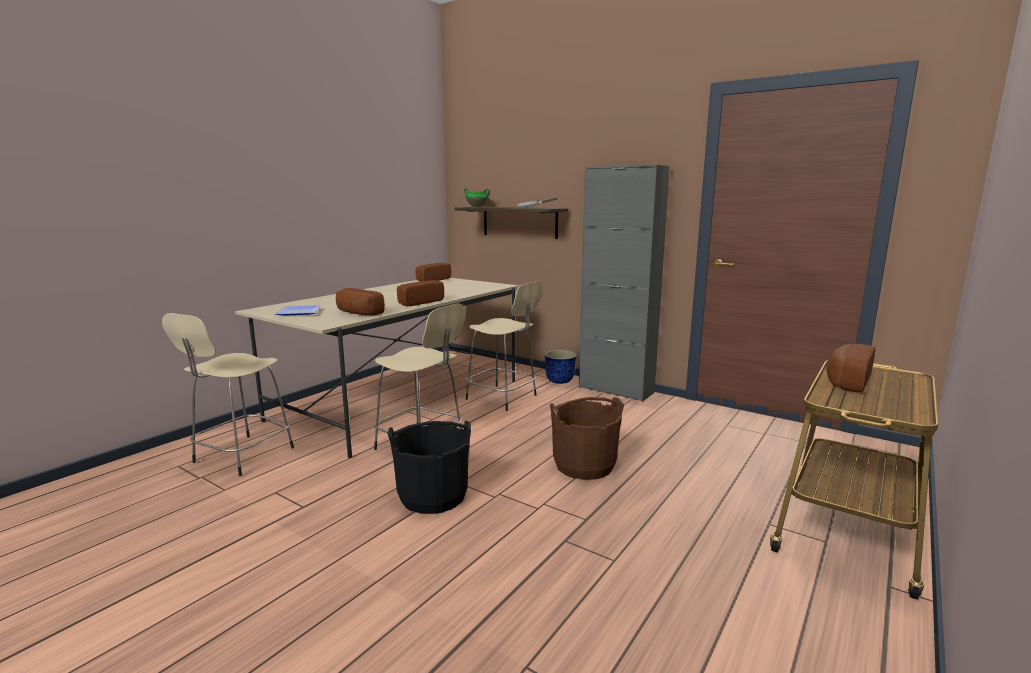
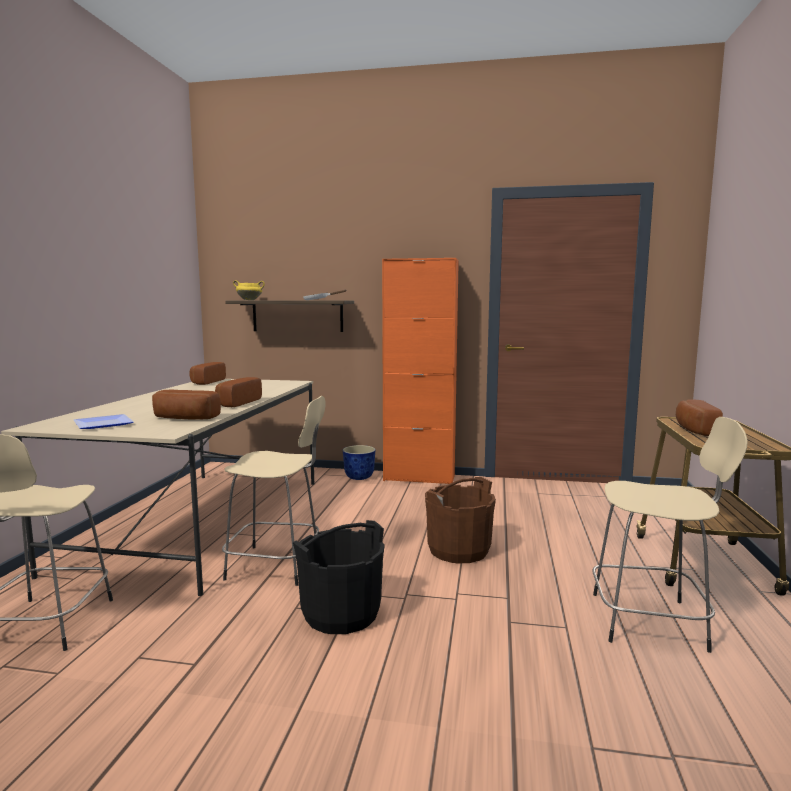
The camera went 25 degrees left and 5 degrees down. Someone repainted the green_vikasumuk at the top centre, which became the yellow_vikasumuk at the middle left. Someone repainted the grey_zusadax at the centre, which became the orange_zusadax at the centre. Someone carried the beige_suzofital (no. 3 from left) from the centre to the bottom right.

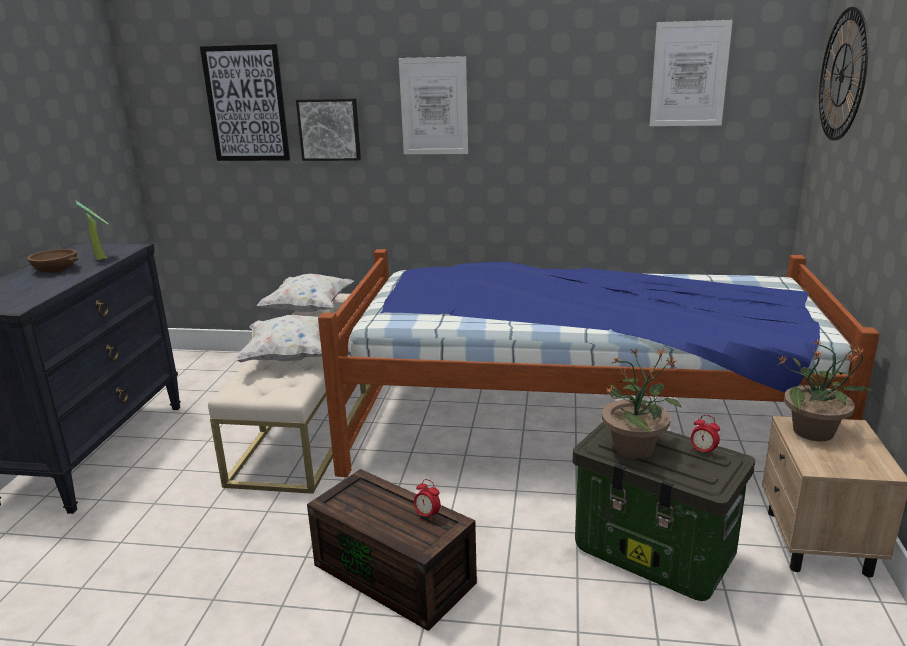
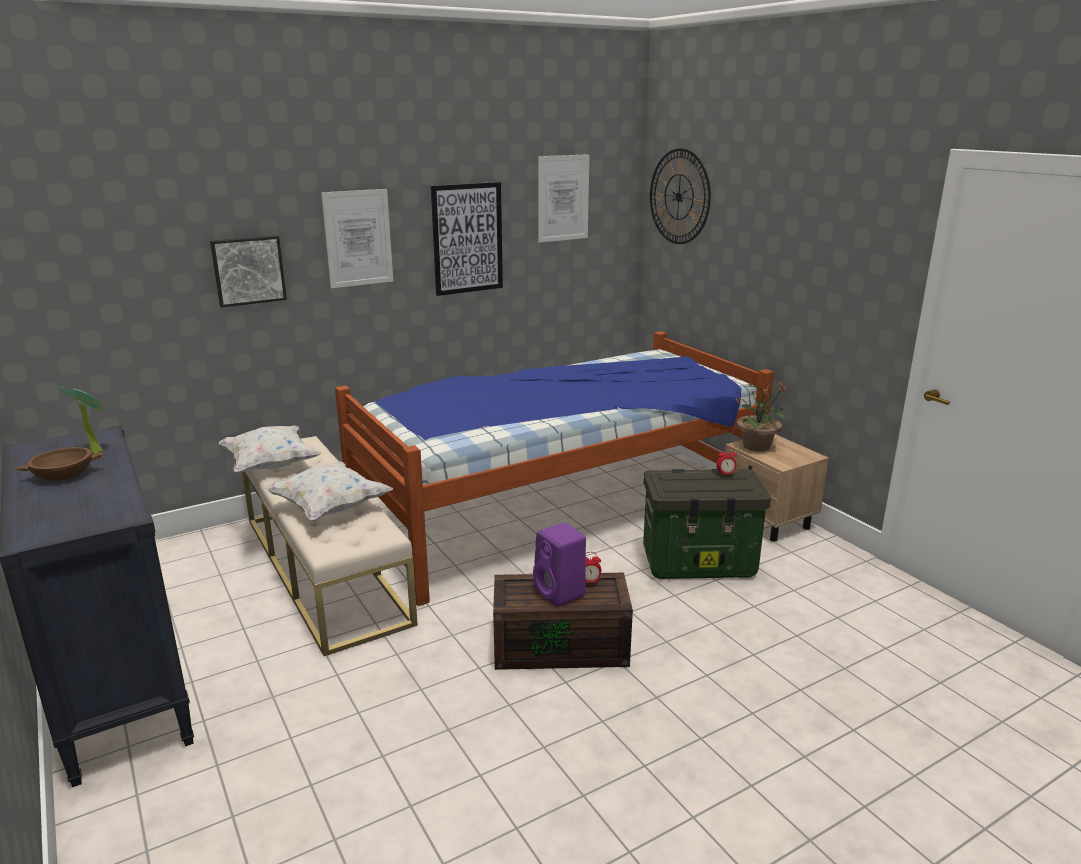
The camera went 40 degrees left and 0 degrees up. Someone carried the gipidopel (no. 1 from left in the first image) from the top left to the top centre. Someone put down the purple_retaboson at the centre. Someone took away the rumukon (no. 2 from left) at the middle right.

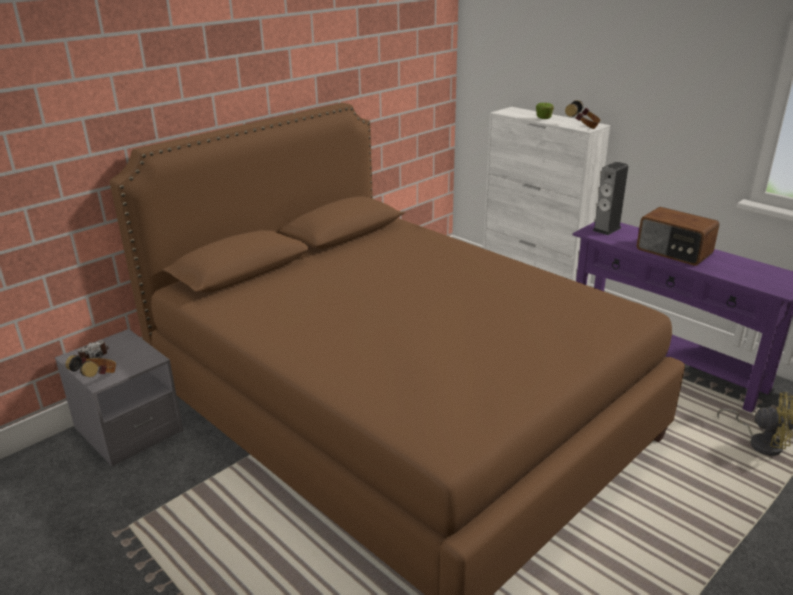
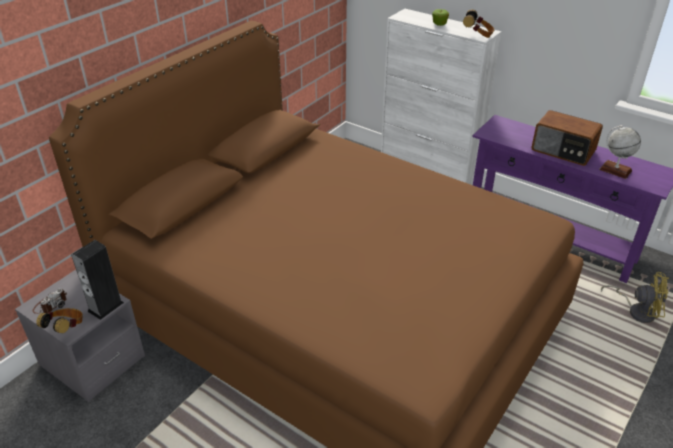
The camera went 10 degrees left and 10 degrees up. Someone carried the retaboson from the top right to the middle left. Someone put down the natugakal at the middle right.

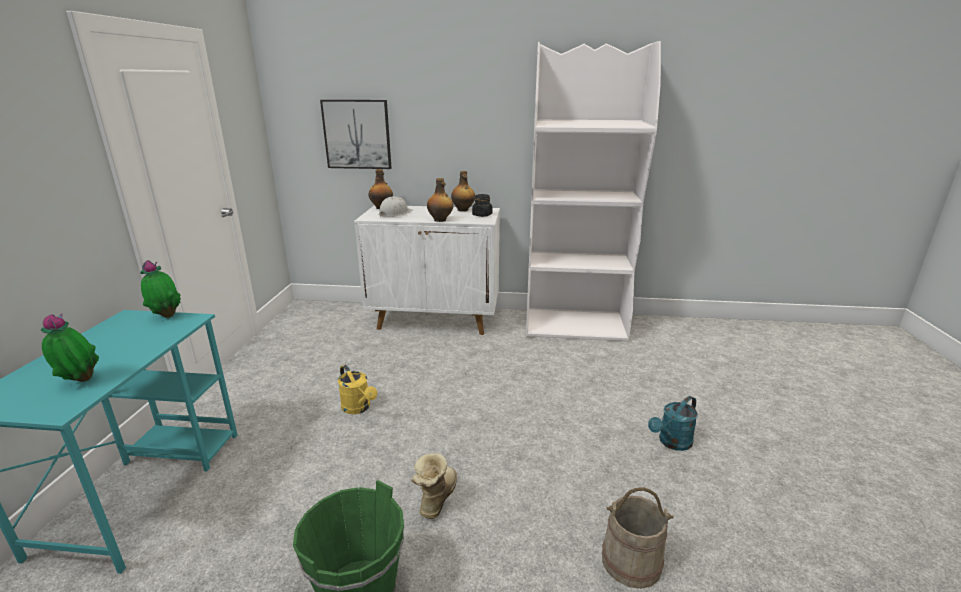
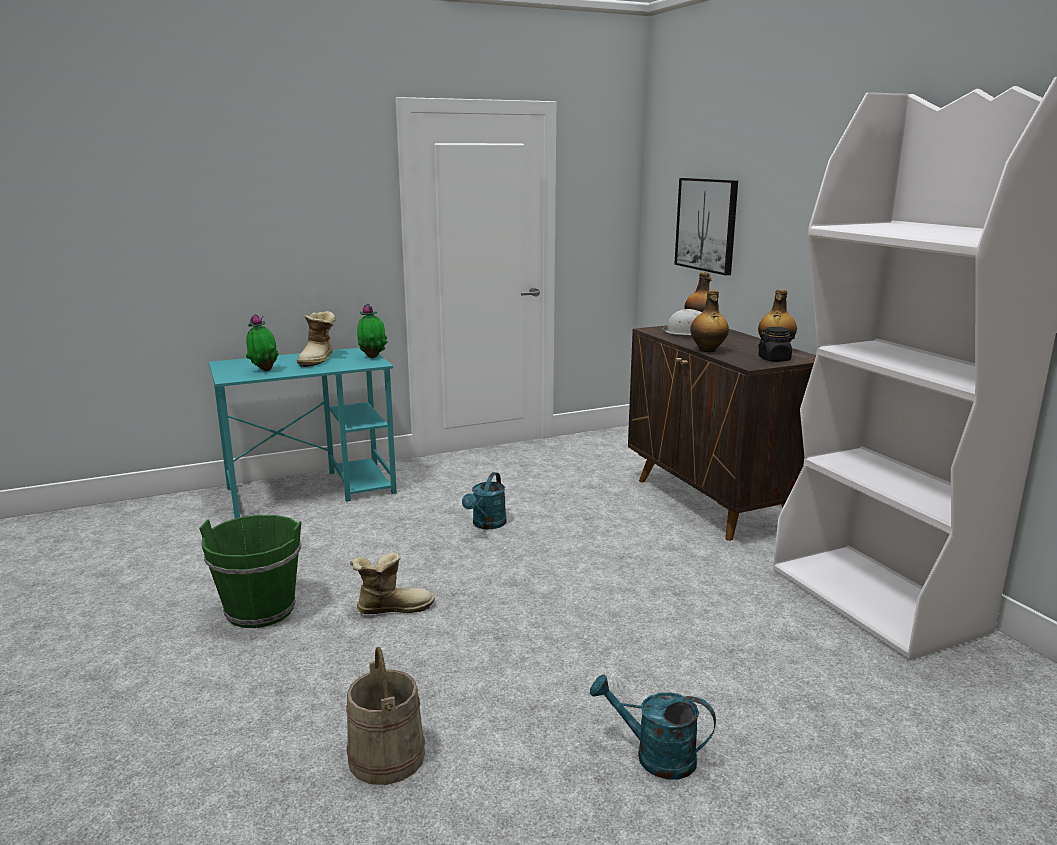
The camera went 60 degrees right and 5 degrees down. Someone put down the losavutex (no. 1 from left) at the middle left. Someone repainted the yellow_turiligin at the centre, which became the turquoise_turiligin (no. 1 from left) at the centre. Someone repainted the white_zusadax at the centre, which became the brown_zusadax at the middle right.

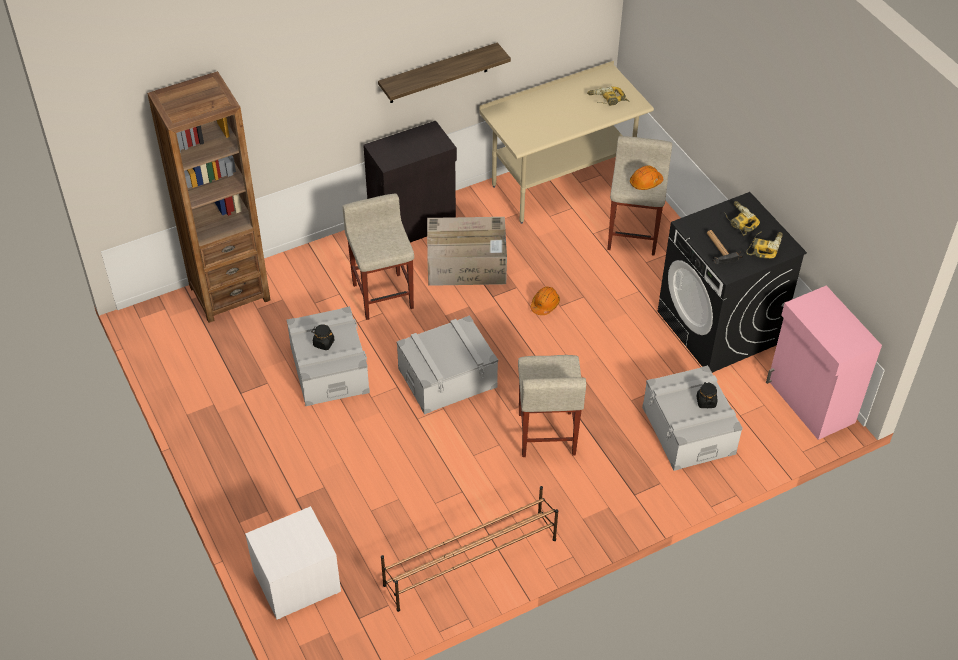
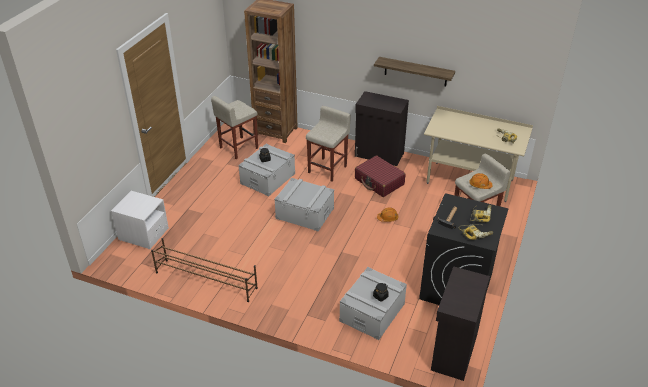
The camera went 50 degrees right and 10 degrees down. Someone carried the beige_suzofital (no. 2 from left in the first image) from the centre to the top centre. Someone swapped the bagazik at the centre for the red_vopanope at the centre. Someone repainted the pink_zusadax at the middle right, which became the black_zusadax (no. 2 from left) at the bottom right.

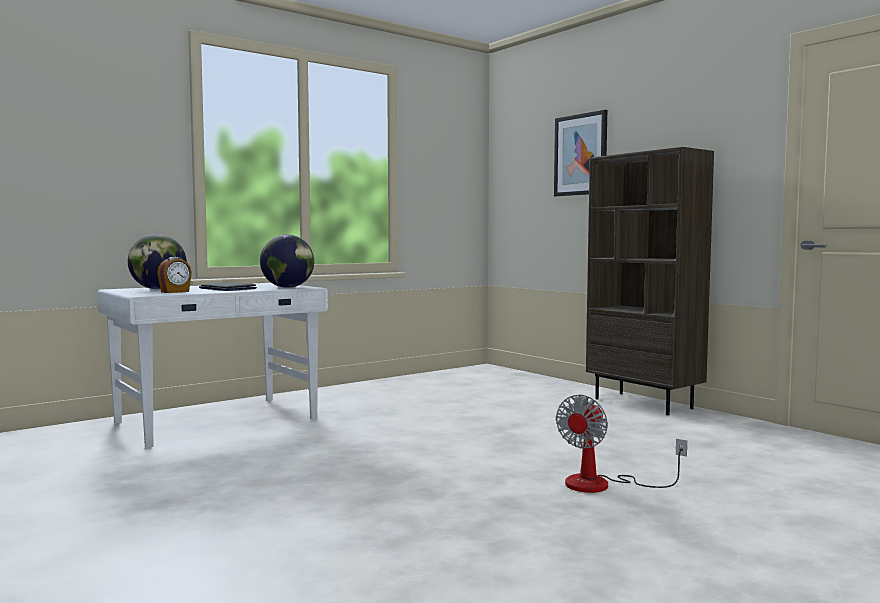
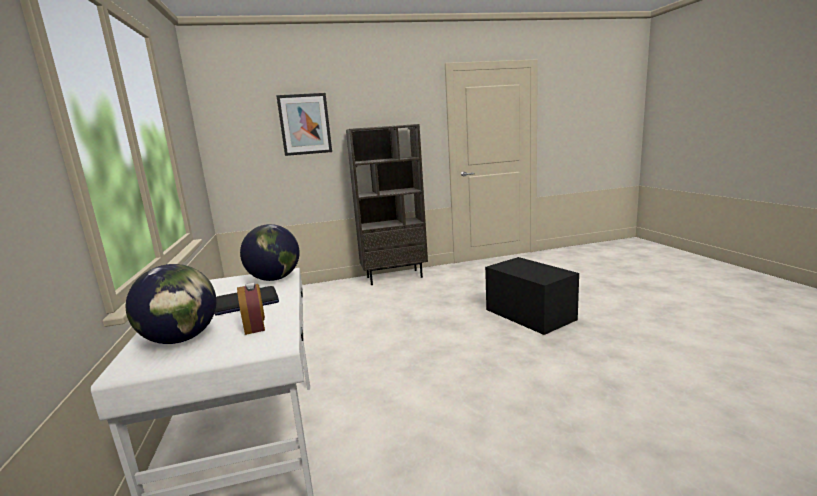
The camera went 65 degrees left and 10 degrees up. Someone swapped the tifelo at the bottom right for the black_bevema at the centre.

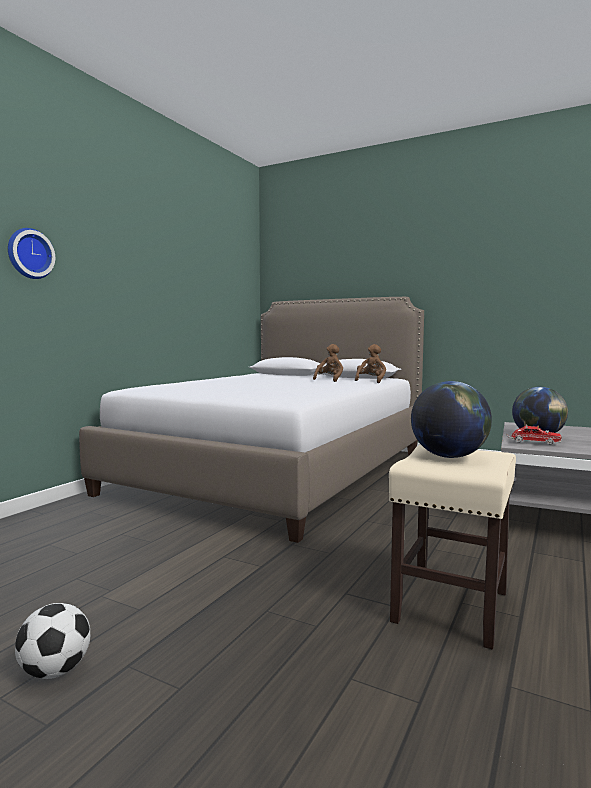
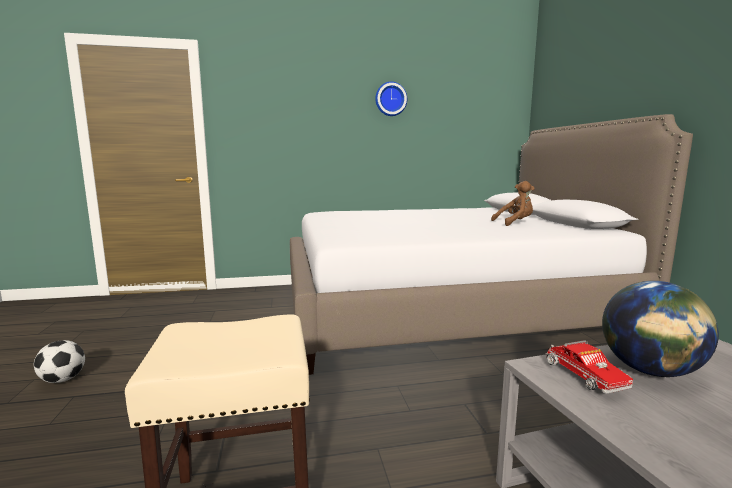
The camera went 50 degrees right and 5 degrees up. Someone carried the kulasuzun from the top left to the top centre. Someone took away the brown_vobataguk (no. 2 from left) at the centre. Someone took away the natugakal (no. 1 from left) at the middle right.

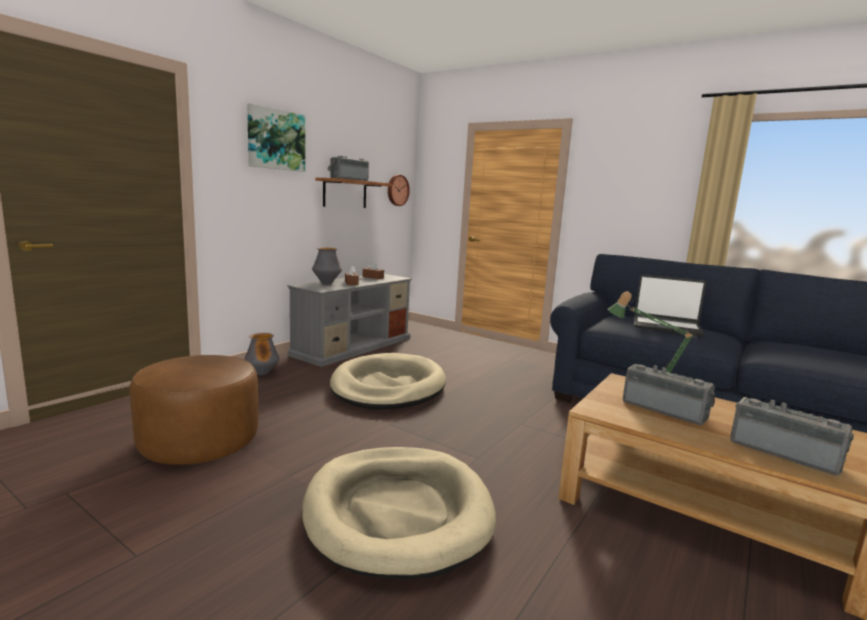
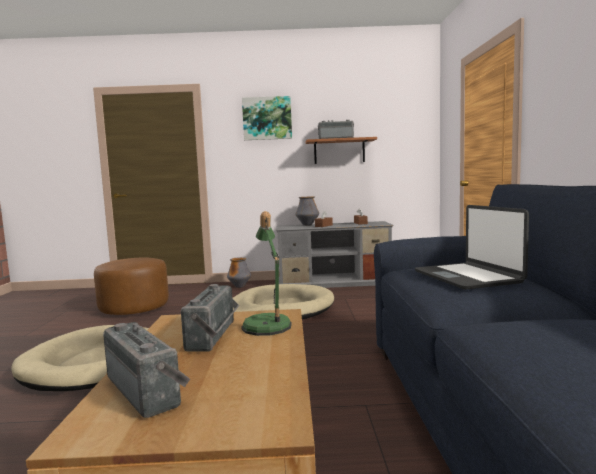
The camera went 55 degrees right and 5 degrees down. Someone rotated the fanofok (no. 3 from left in the first image) at the bottom right by 45 degrees counterclockwise. Someone took away the kulasuzun at the top centre.

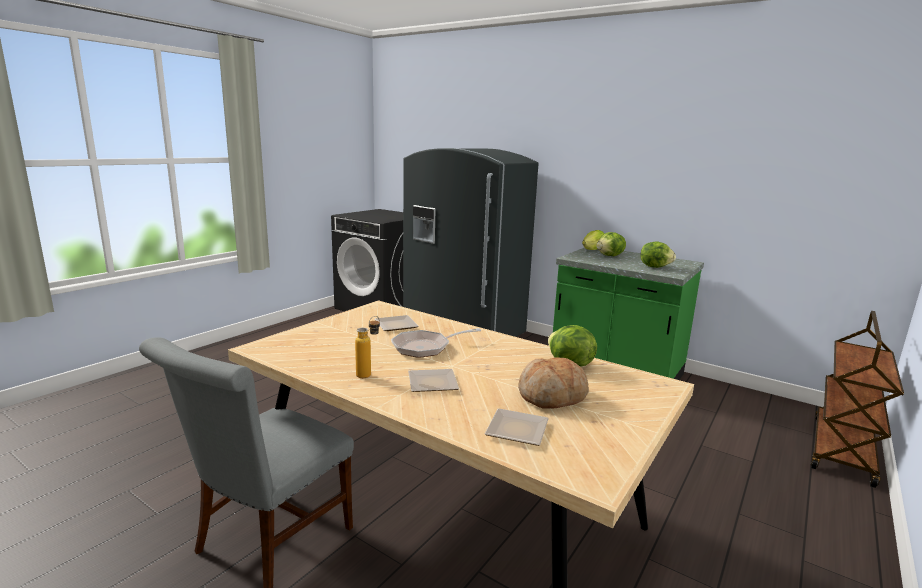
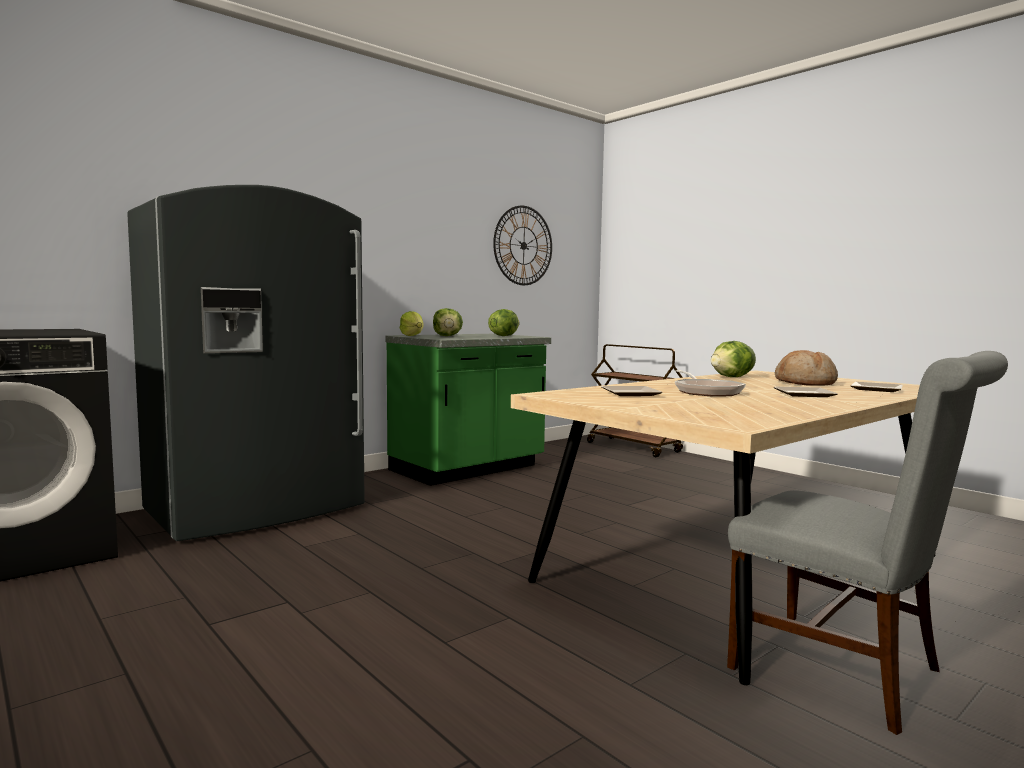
The camera went 75 degrees left and 10 degrees down. Someone put up the kulasuzun at the top centre. Someone took away the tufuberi at the centre.

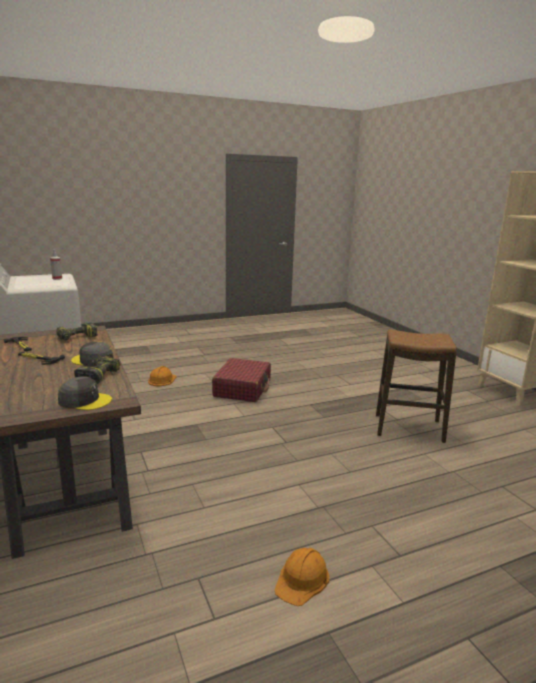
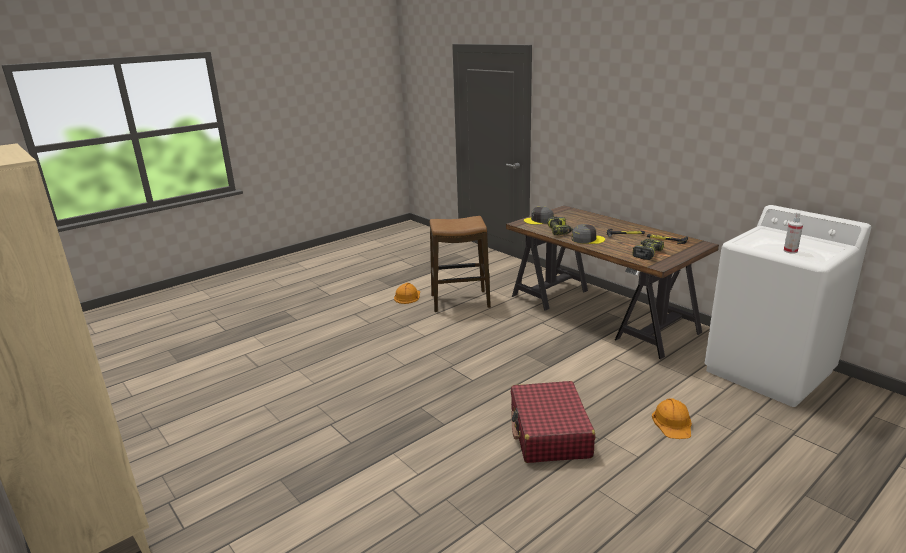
The camera went 165 degrees right and 5 degrees up. Someone carried the suzofital from the middle right to the centre.

